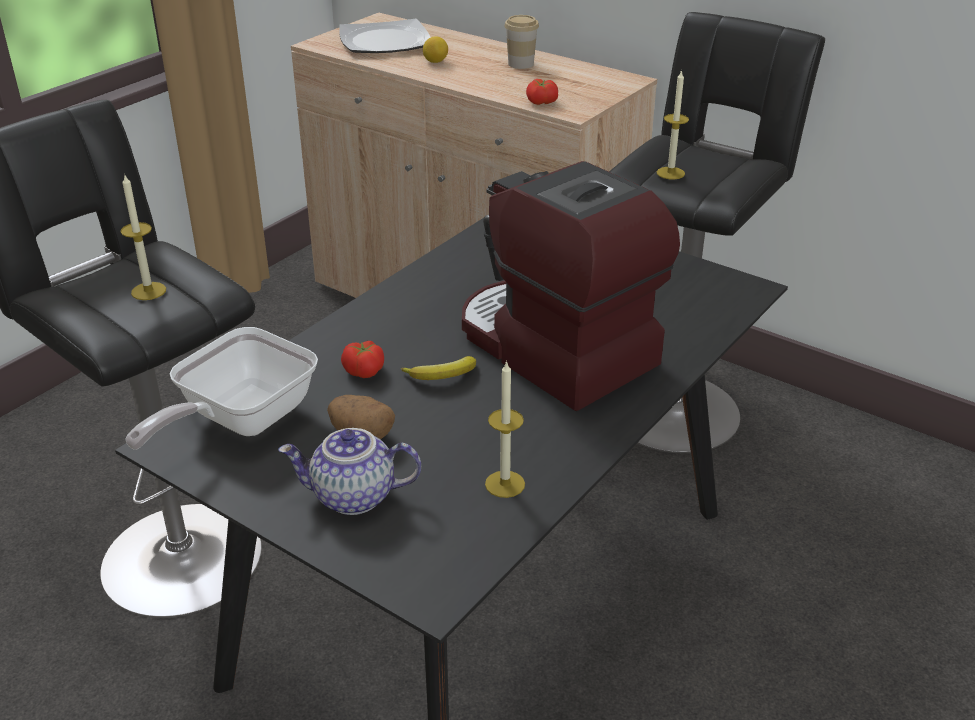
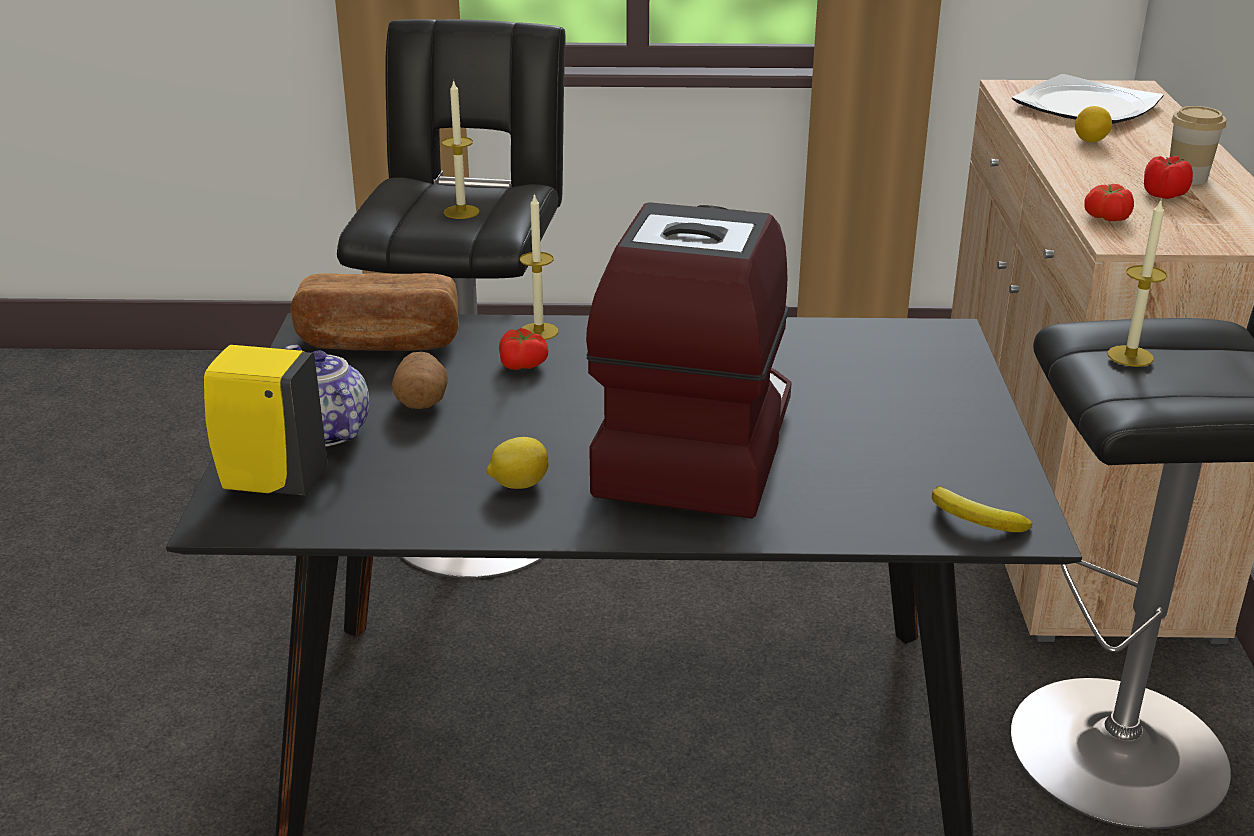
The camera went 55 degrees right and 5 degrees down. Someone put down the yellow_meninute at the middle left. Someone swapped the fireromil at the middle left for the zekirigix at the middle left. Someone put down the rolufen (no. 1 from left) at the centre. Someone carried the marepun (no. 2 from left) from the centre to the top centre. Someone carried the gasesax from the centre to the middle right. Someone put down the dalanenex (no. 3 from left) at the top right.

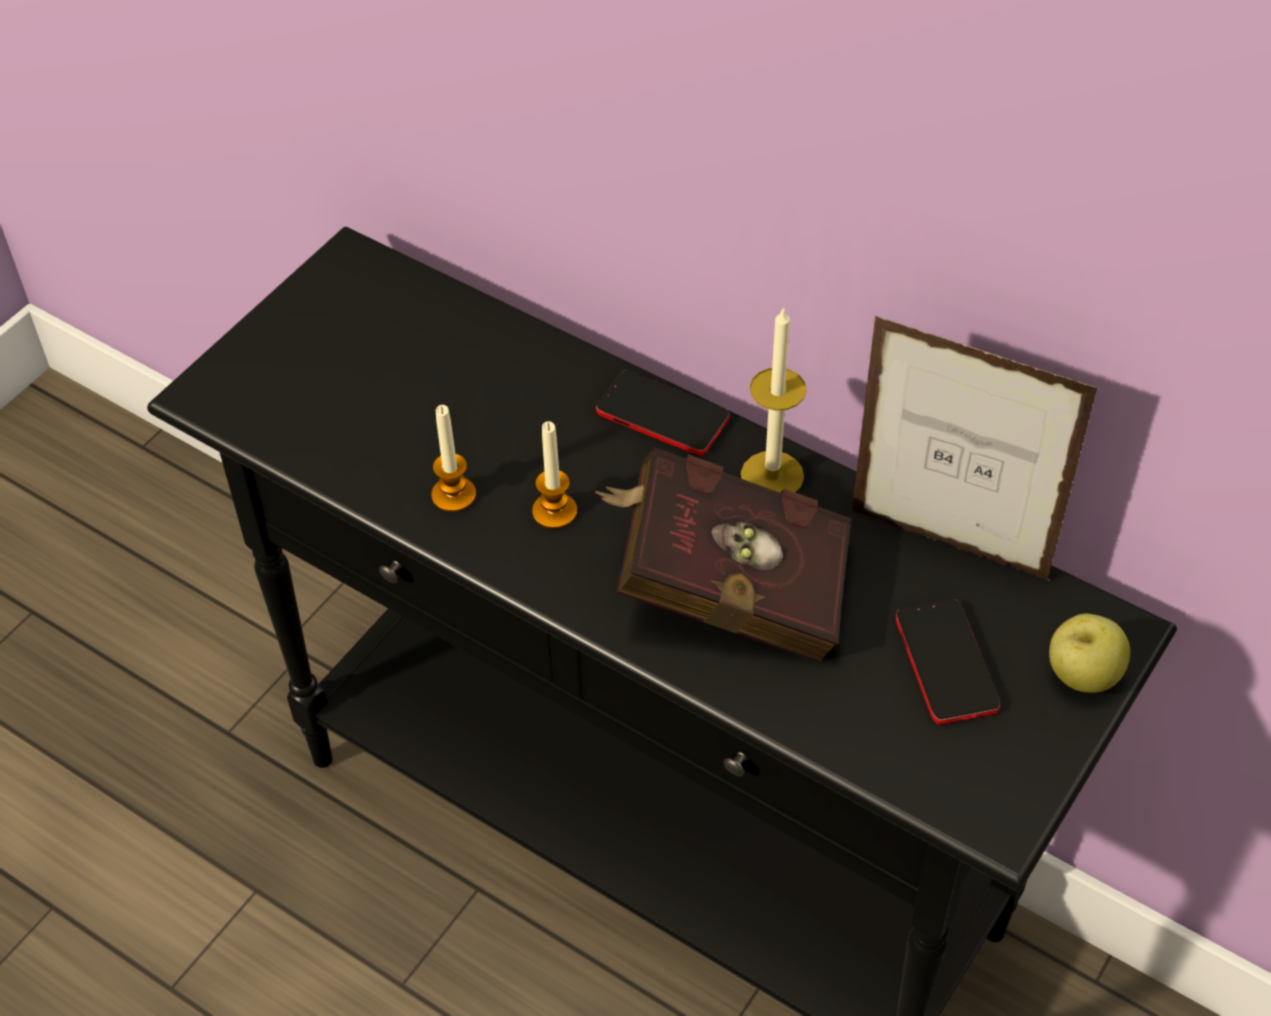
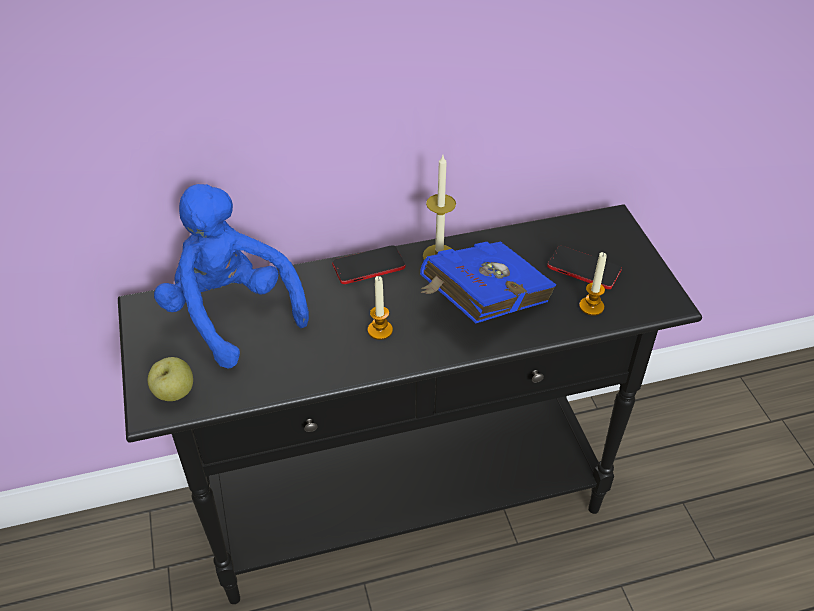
The camera went 50 degrees left and 5 degrees down. Someone carried the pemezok from the middle right to the middle left. Someone put down the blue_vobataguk at the middle left. Someone repainted the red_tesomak at the centre, which became the blue_tesomak at the centre. Someone carried the marepun (no. 1 from left in the first image) from the centre to the middle right. Someone took away the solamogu at the middle right.

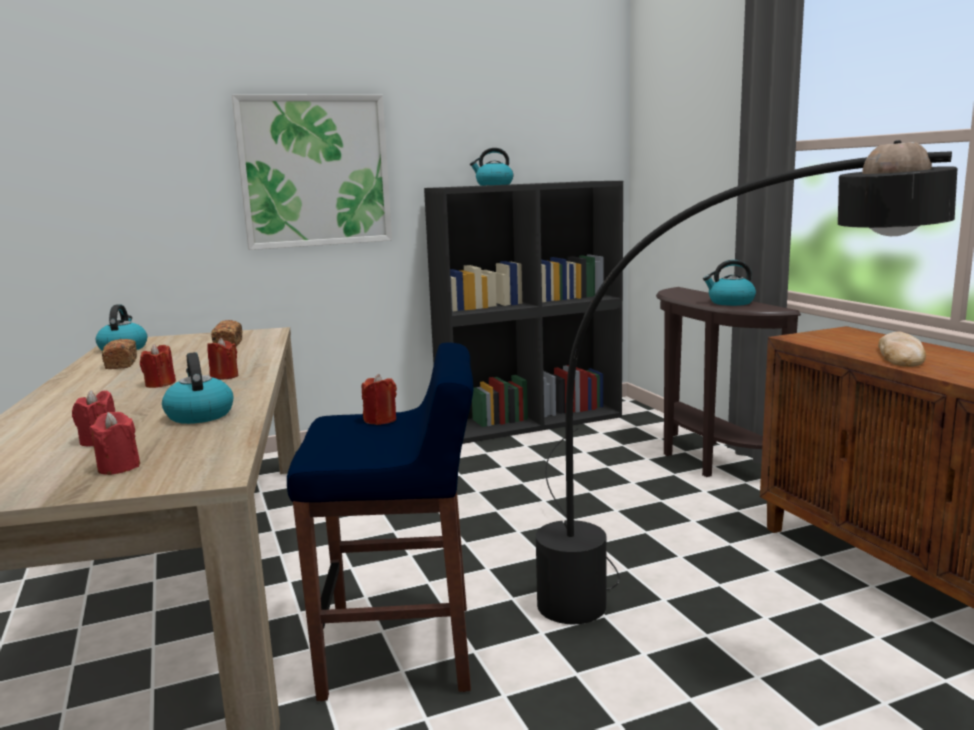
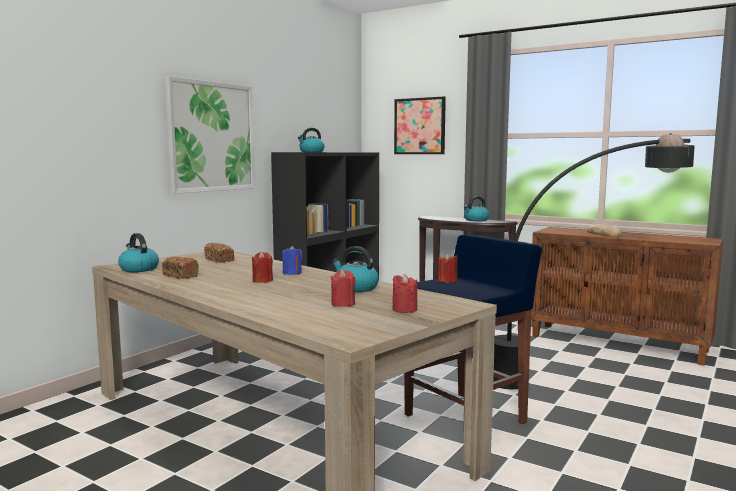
The camera went 35 degrees left and 5 degrees down. Someone repainted the red_marepun (no. 4 from left) at the middle left, which became the blue_marepun at the centre. Someone put up the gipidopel (no. 2 from left) at the top centre.

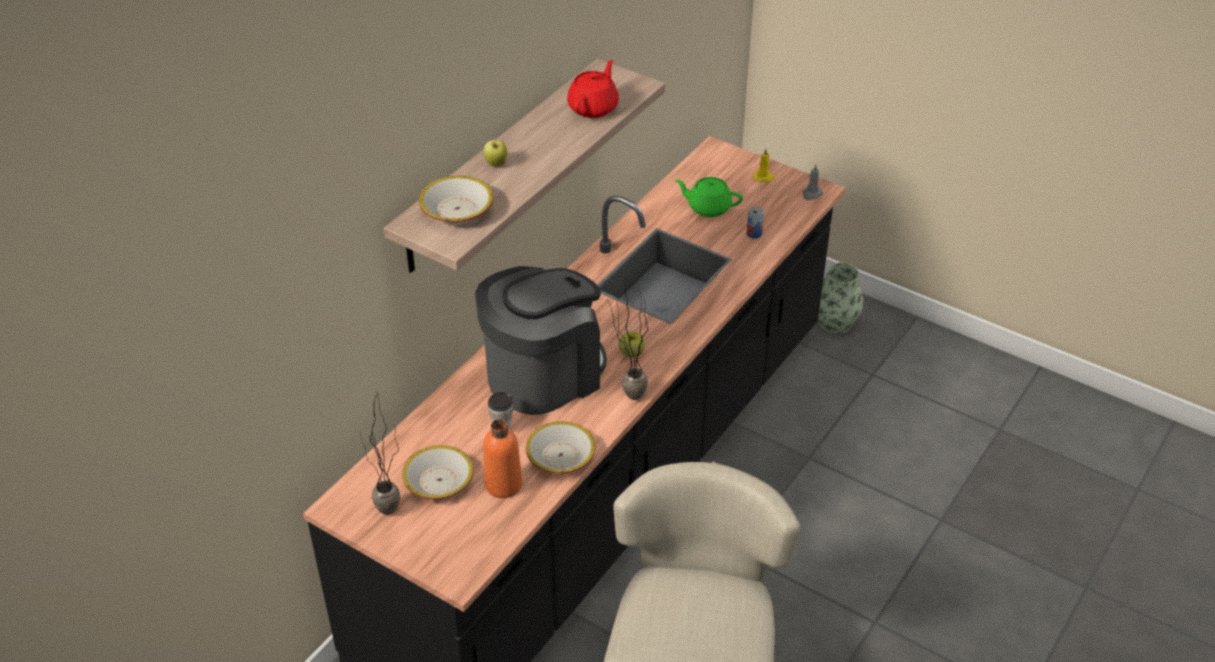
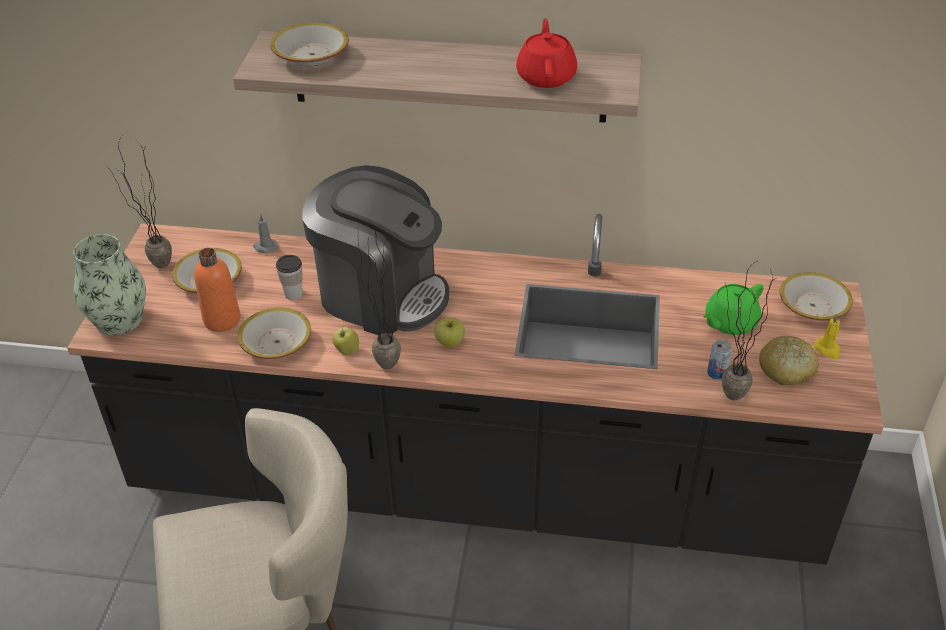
The camera went 65 degrees right and 0 degrees up. Someone carried the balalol from the middle right to the middle left. Someone carried the grey_marepun from the top right to the middle left. Someone carried the pemezok (no. 1 from left) from the top centre to the centre. Someone rotated the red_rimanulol at the top centre by 90 degrees counterclockwise. Someone rotated the green_rimanulol at the top centre by 120 degrees counterclockwise. Someone put down the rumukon (no. 3 from left) at the middle right. Someone put down the zekirigix at the middle right. Someone put down the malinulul (no. 4 from left) at the middle right.

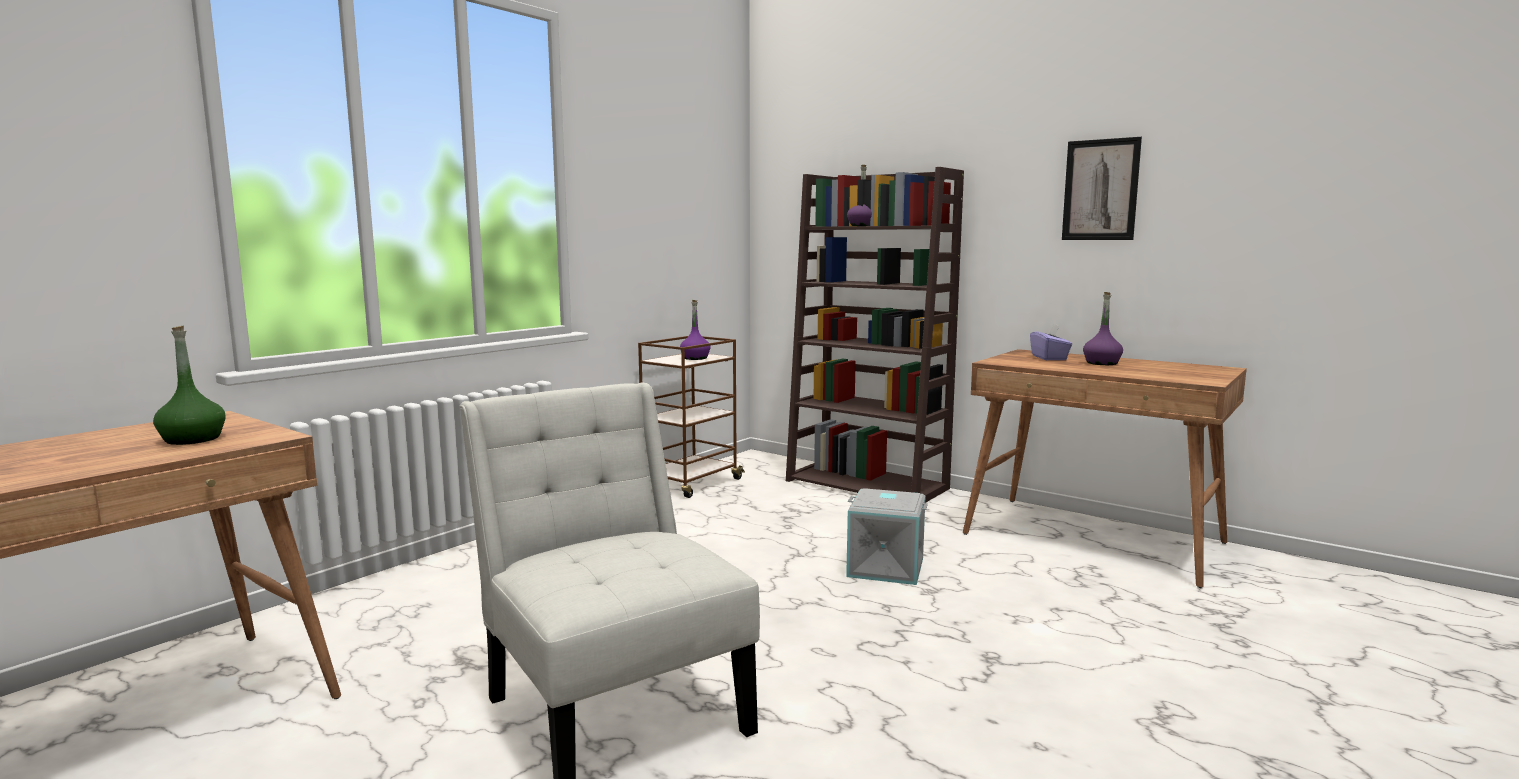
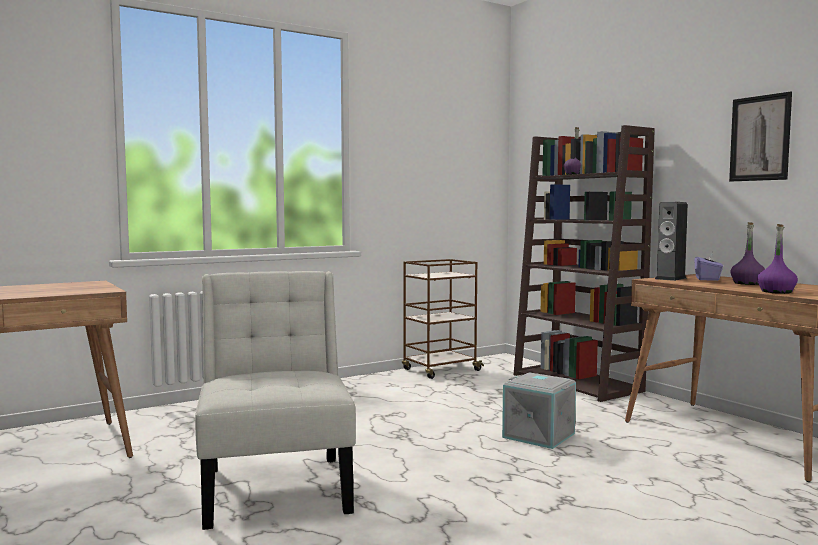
The camera went 20 degrees right and 5 degrees down. Someone put down the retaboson at the middle right. Someone carried the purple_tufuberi (no. 1 from left in the first image) from the centre to the middle right. Someone took away the green_tufuberi at the middle left.

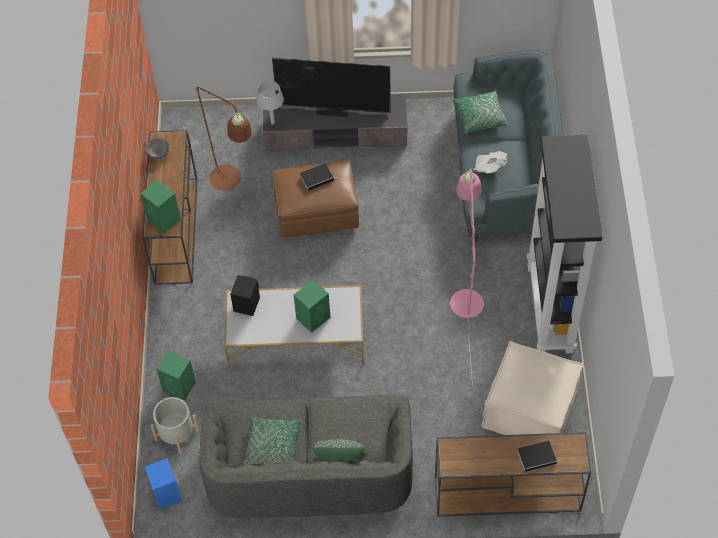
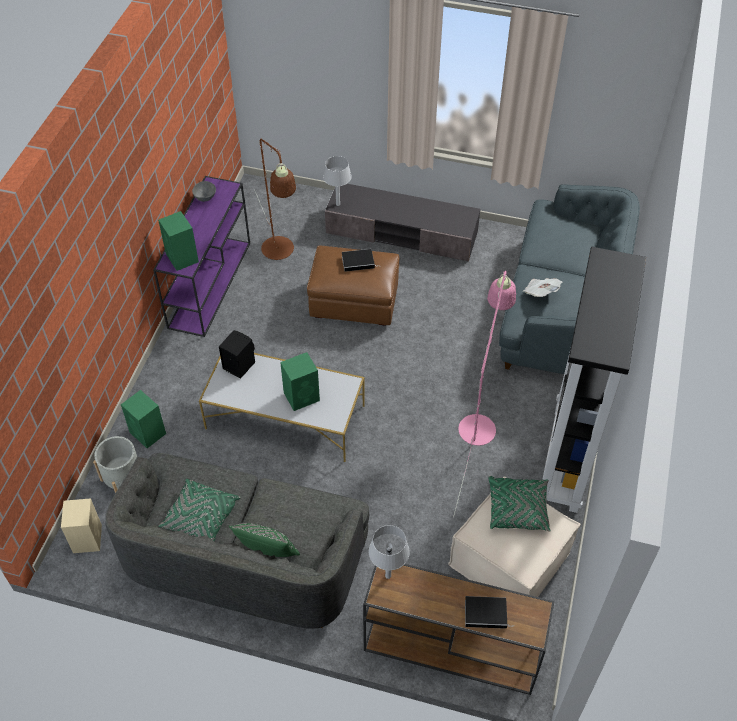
The camera went 15 degrees right and 5 degrees down. Someone repainted the blue_retaboson at the bottom left, which became the beige_retaboson at the bottom left. Someone repainted the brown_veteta (no. 1 from left) at the middle left, which became the purple_veteta at the middle left. Someone put down the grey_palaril (no. 2 from left) at the bottom centre. Someone carried the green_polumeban (no. 3 from left) from the top right to the bottom right. Someone took away the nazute at the top centre.

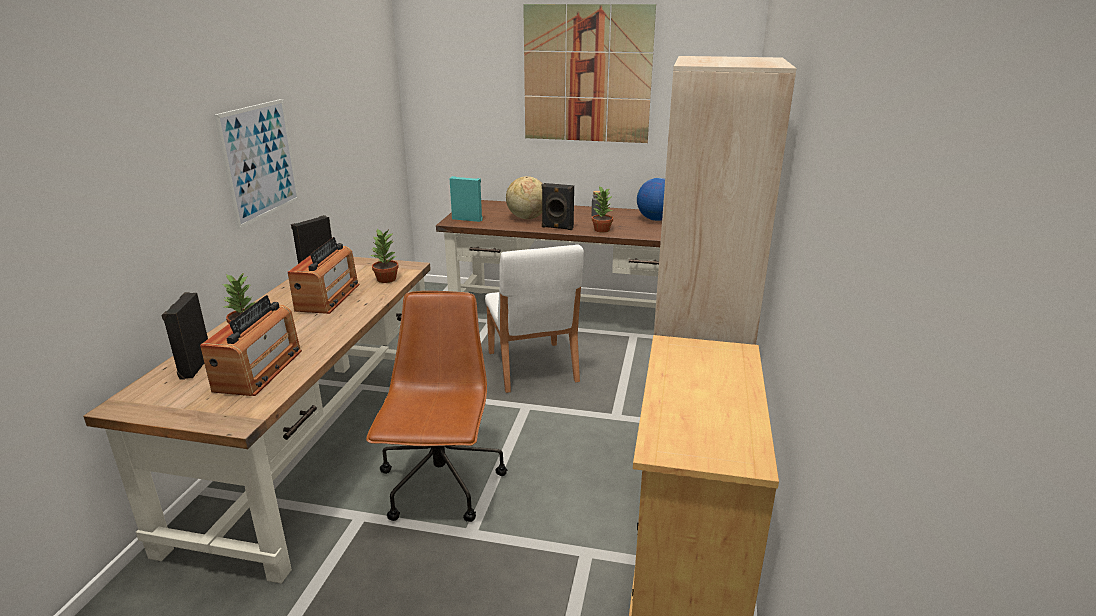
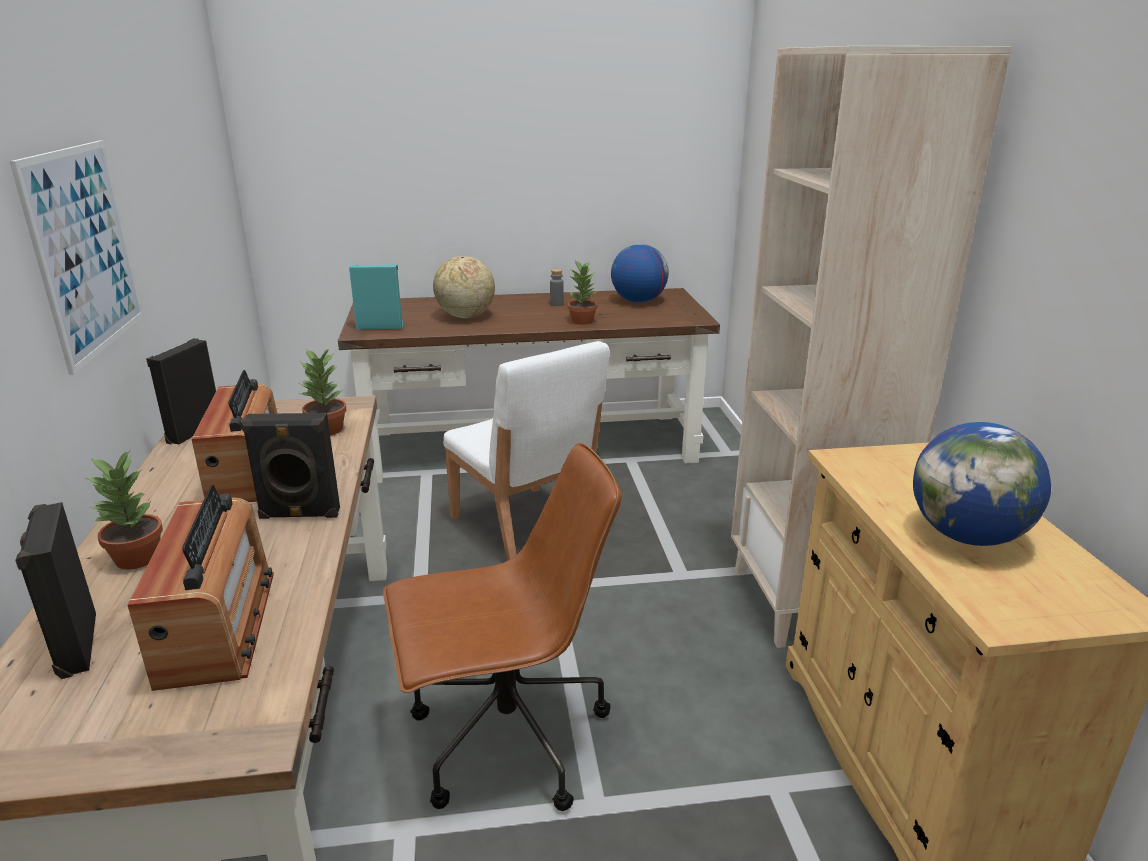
The camera went 20 degrees left and 0 degrees up. Someone carried the black_retaboson (no. 3 from left) from the centre to the middle left. Someone rotated the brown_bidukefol at the centre by 90 degrees clockwise. Someone put down the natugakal (no. 3 from left) at the middle right. Someone took away the gipidopel (no. 2 from left) at the top centre.

